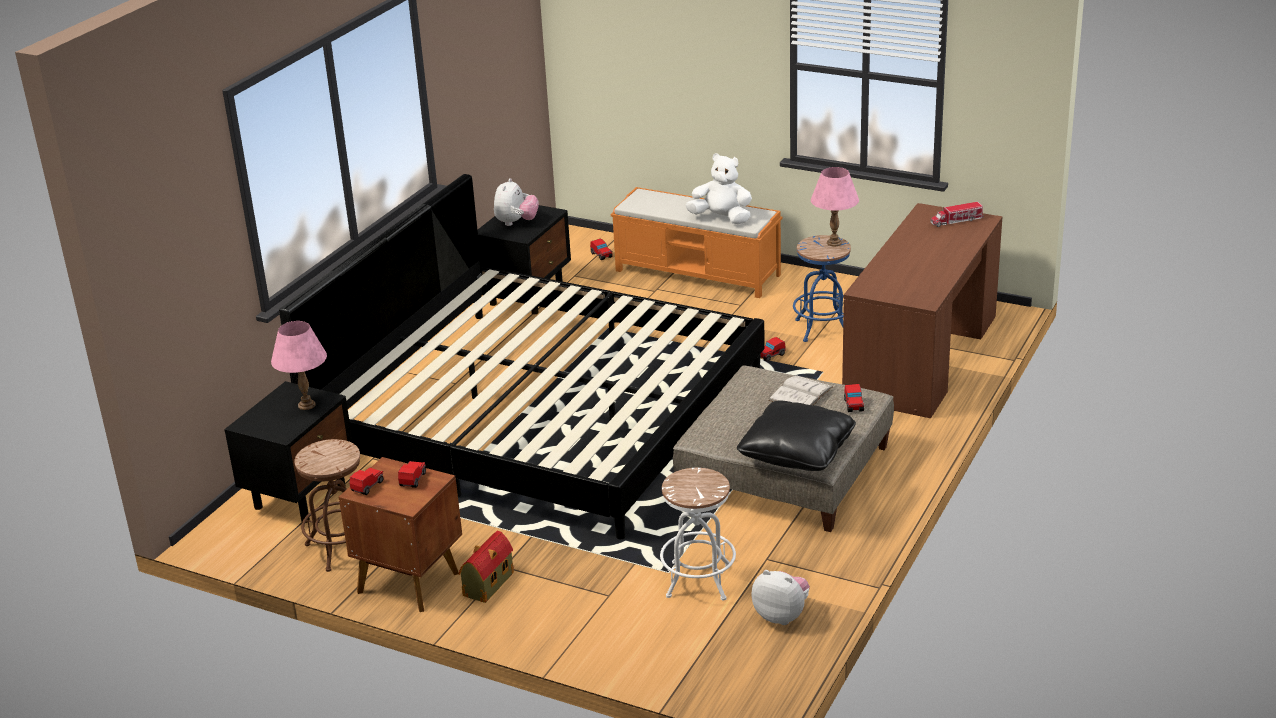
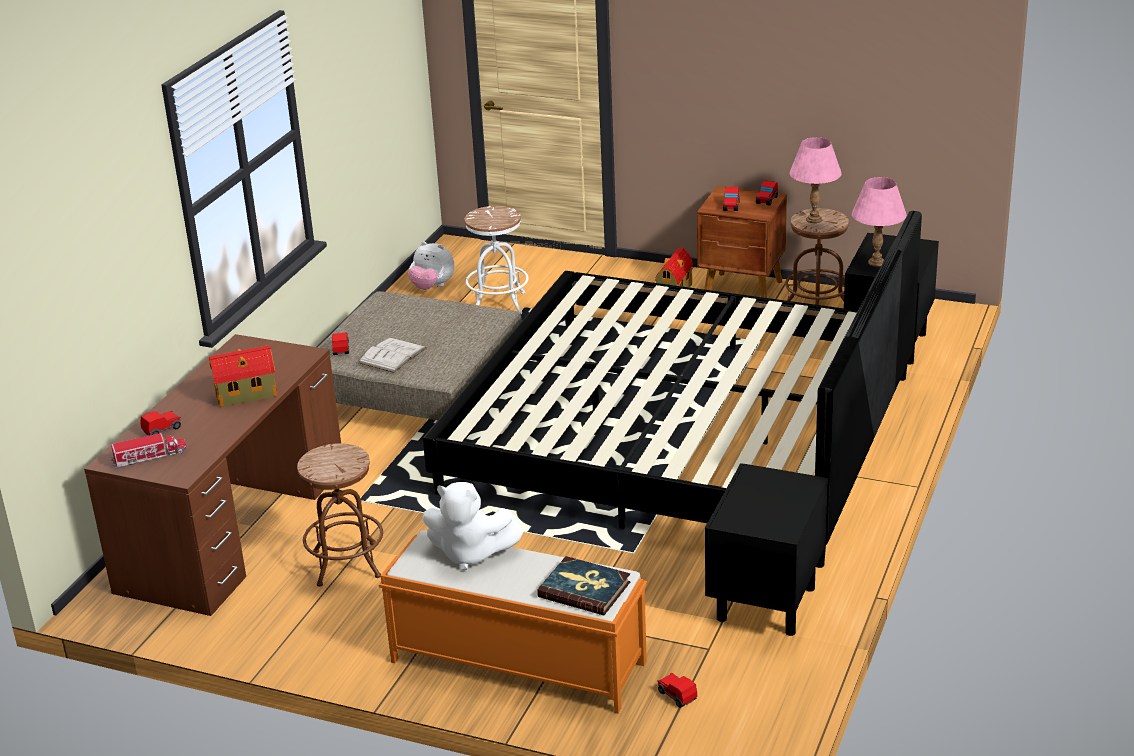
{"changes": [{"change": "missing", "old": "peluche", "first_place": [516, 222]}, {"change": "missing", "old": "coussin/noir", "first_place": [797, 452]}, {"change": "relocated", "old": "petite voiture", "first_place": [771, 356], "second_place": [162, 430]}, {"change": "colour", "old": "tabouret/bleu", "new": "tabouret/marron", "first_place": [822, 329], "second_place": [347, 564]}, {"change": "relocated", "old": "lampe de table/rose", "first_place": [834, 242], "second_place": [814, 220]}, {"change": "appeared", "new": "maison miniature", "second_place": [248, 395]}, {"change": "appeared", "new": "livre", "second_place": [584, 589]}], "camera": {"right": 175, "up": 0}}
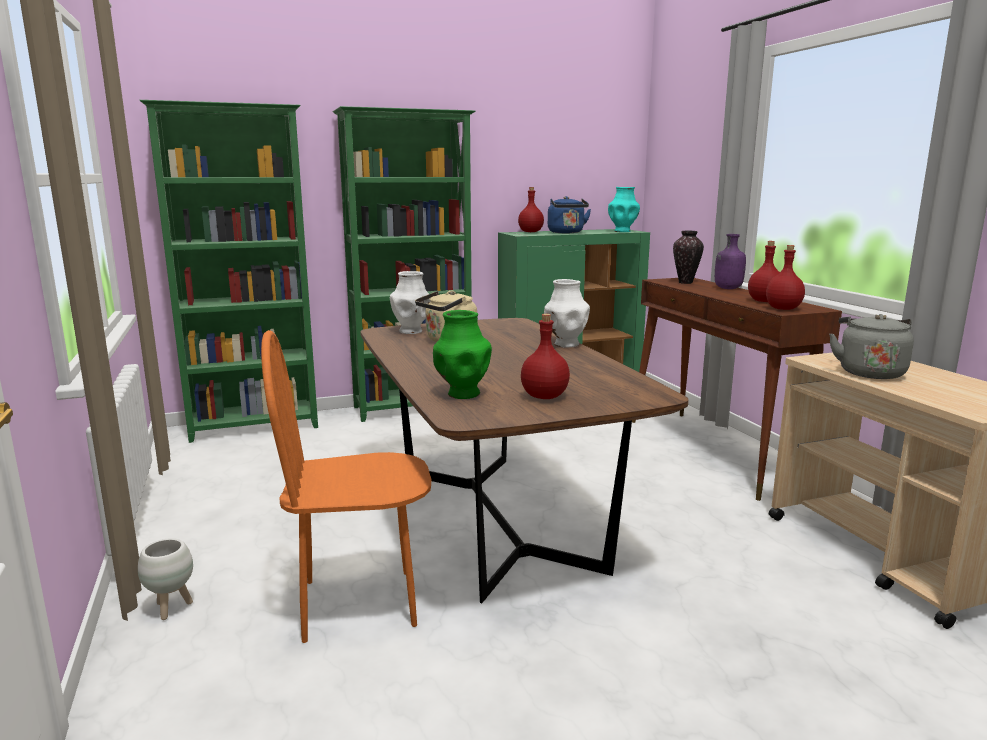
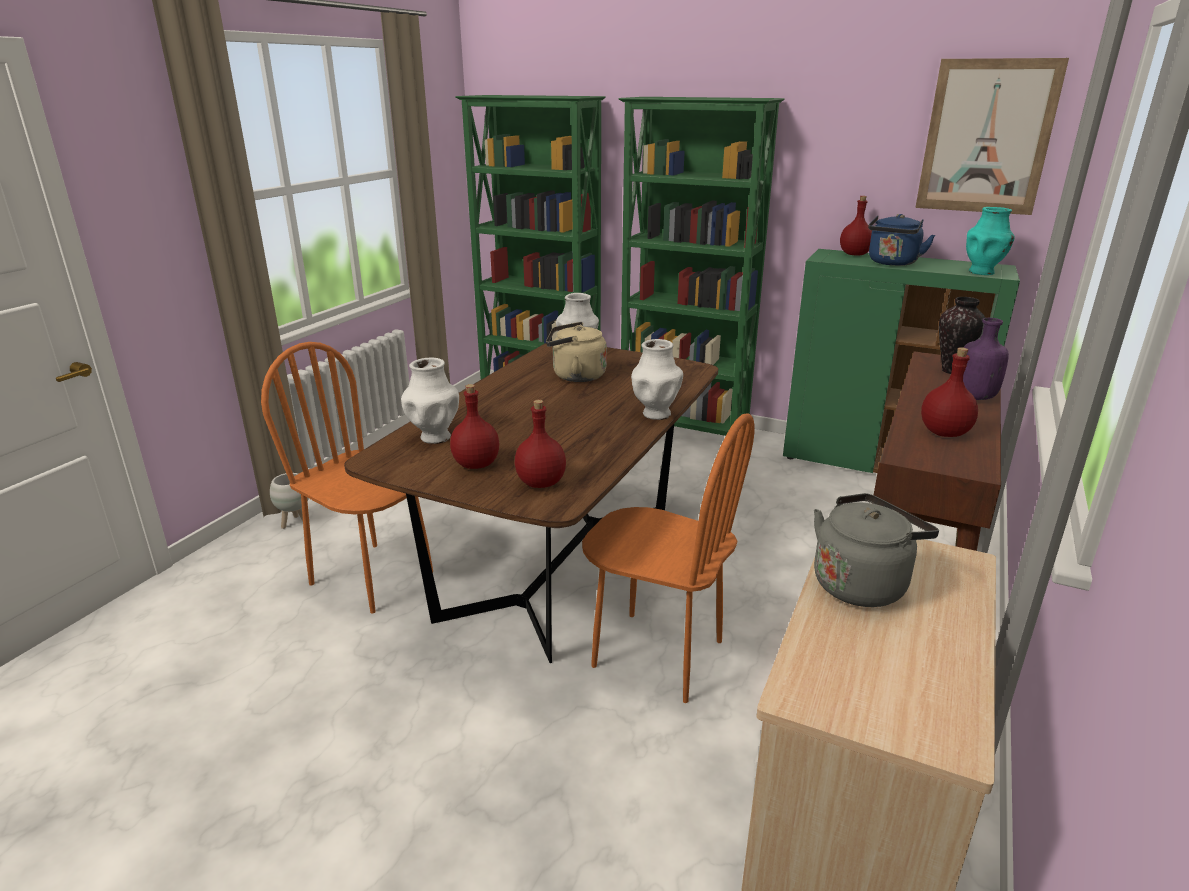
{"changes": [{"change": "colour", "old": "vase/vert", "new": "vase/blanc", "first_place": [462, 394], "second_place": [435, 437]}, {"change": "relocated", "old": "bouteille/rouge", "first_place": [784, 309], "second_place": [540, 483]}, {"change": "appeared", "new": "chaise/orange", "second_place": [657, 654]}, {"change": "appeared", "new": "tableau", "second_place": [987, 137]}], "camera": {"right": 45, "up": 10}}
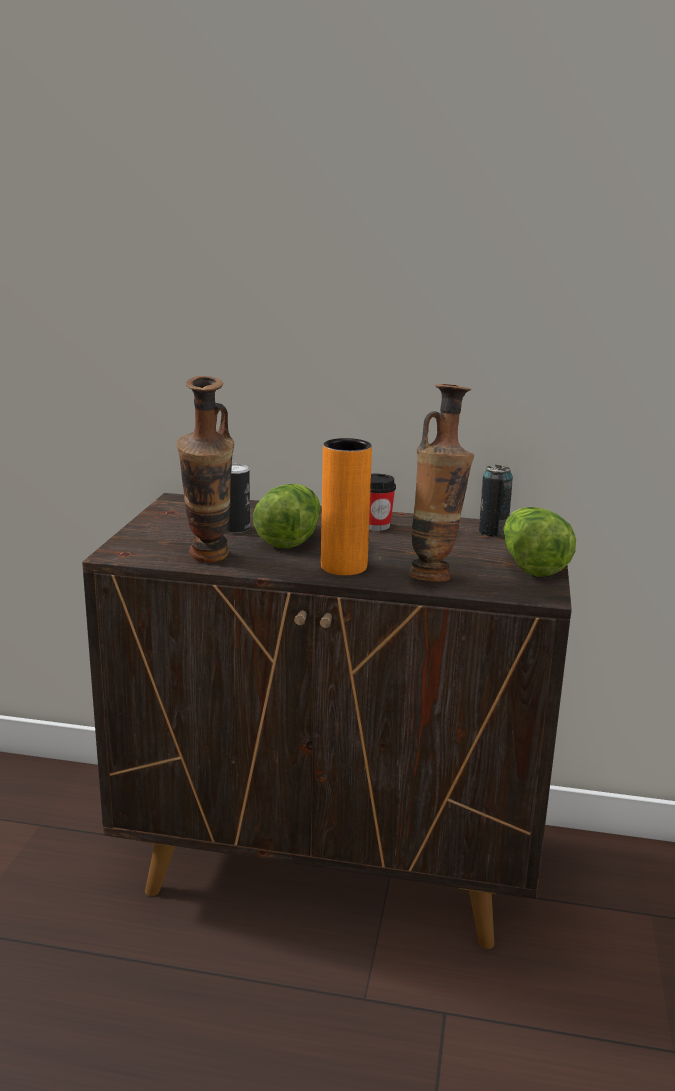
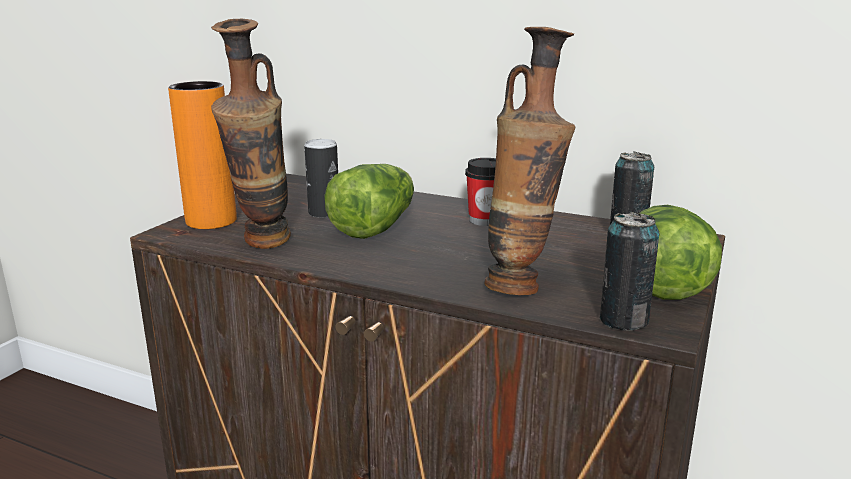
{"changes": [{"change": "relocated", "old": "vase/orange", "first_place": [344, 567], "second_place": [211, 221]}, {"change": "appeared", "new": "boîte métallique", "second_place": [623, 320]}], "camera": {"right": 15, "up": 0}}
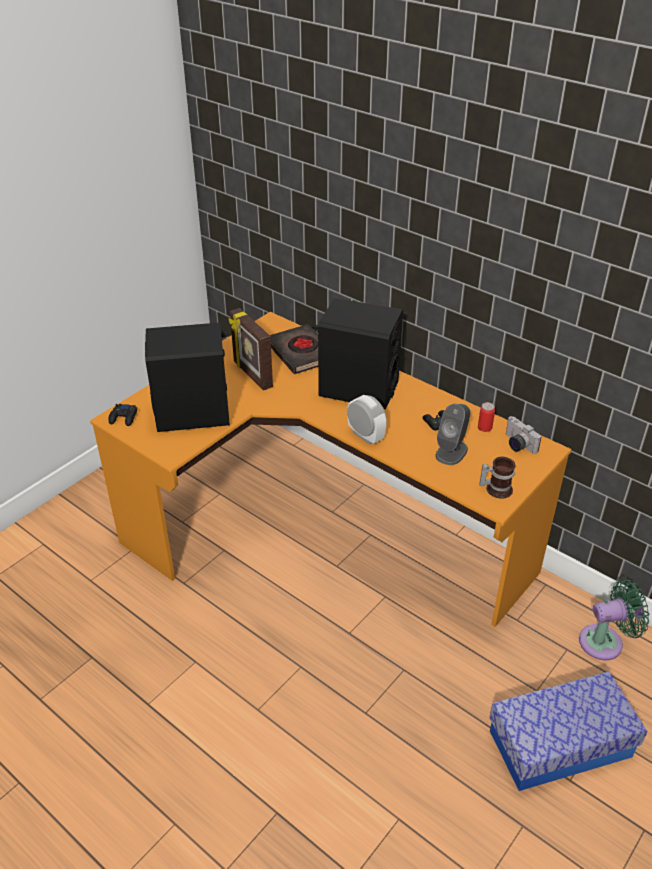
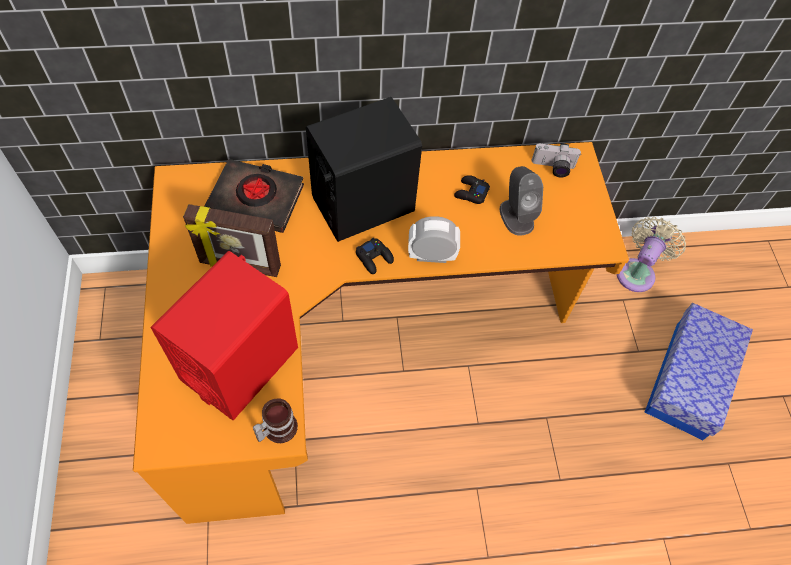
{"changes": [{"change": "relocated", "old": "manette/noir", "first_place": [124, 418], "second_place": [374, 258]}, {"change": "colour", "old": "enceinte/noir", "new": "enceinte/rouge", "first_place": [193, 413], "second_place": [240, 363]}, {"change": "missing", "old": "boîte métallique", "first_place": [484, 427]}, {"change": "relocated", "old": "mug", "first_place": [496, 488], "second_place": [276, 428]}, {"change": "colour", "old": "ventilateur/vert", "new": "ventilateur/beige", "first_place": [605, 642], "second_place": [637, 272]}], "camera": {"right": -50, "up": 20}}
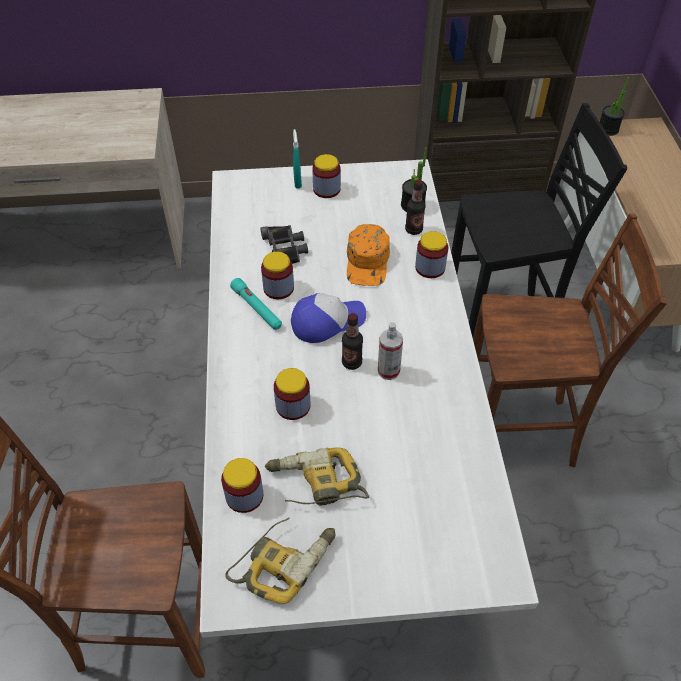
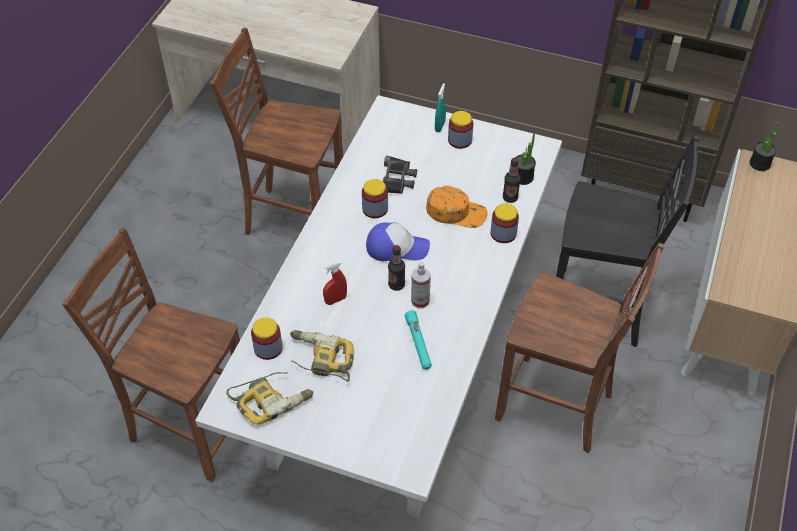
{"changes": [{"change": "relocated", "old": "lampe de poche/turquoise", "first_place": [257, 308], "second_place": [418, 343]}, {"change": "exchanged", "old": "bocal", "new": "vaporisateur/rouge", "first_place": [293, 406], "second_place": [335, 300]}, {"change": "spun", "old": "casquette/orange", "first_place": [368, 262], "second_place": [456, 212], "degrees": -105}, {"change": "appeared", "new": "chaise/marron", "second_place": [293, 219]}], "camera": {"right": 25, "up": 0}}
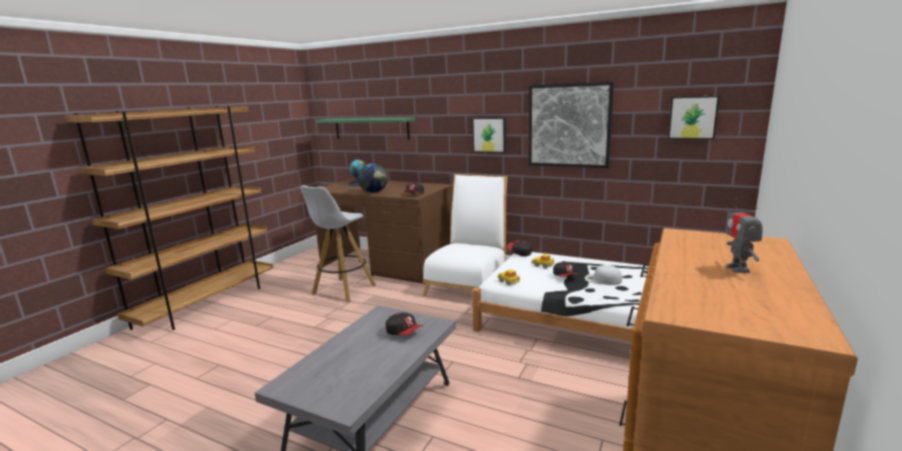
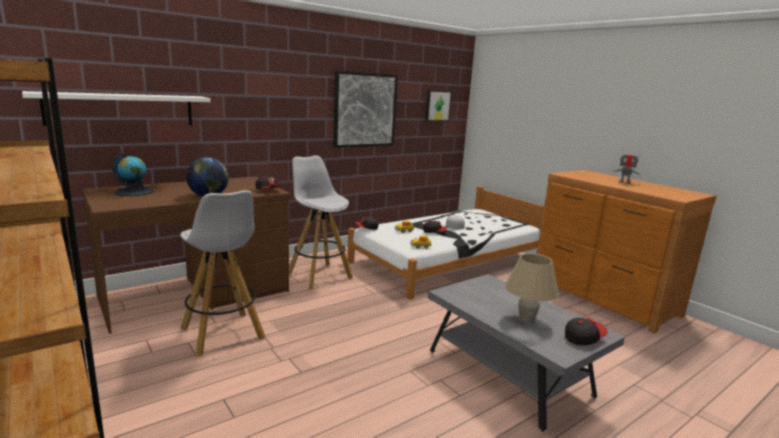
{"changes": [{"change": "colour", "old": "étagère/vert", "new": "étagère/blanc", "first_place": [371, 128], "second_place": [121, 109]}, {"change": "relocated", "old": "casquette", "first_place": [404, 332], "second_place": [583, 338]}, {"change": "exchanged", "old": "chaise/blanc", "new": "tabouret/blanc", "first_place": [468, 284], "second_place": [318, 275]}, {"change": "missing", "old": "tableau", "first_place": [489, 134]}, {"change": "appeared", "new": "lampe de table/beige", "second_place": [526, 319]}], "camera": {"right": -65, "up": 0}}
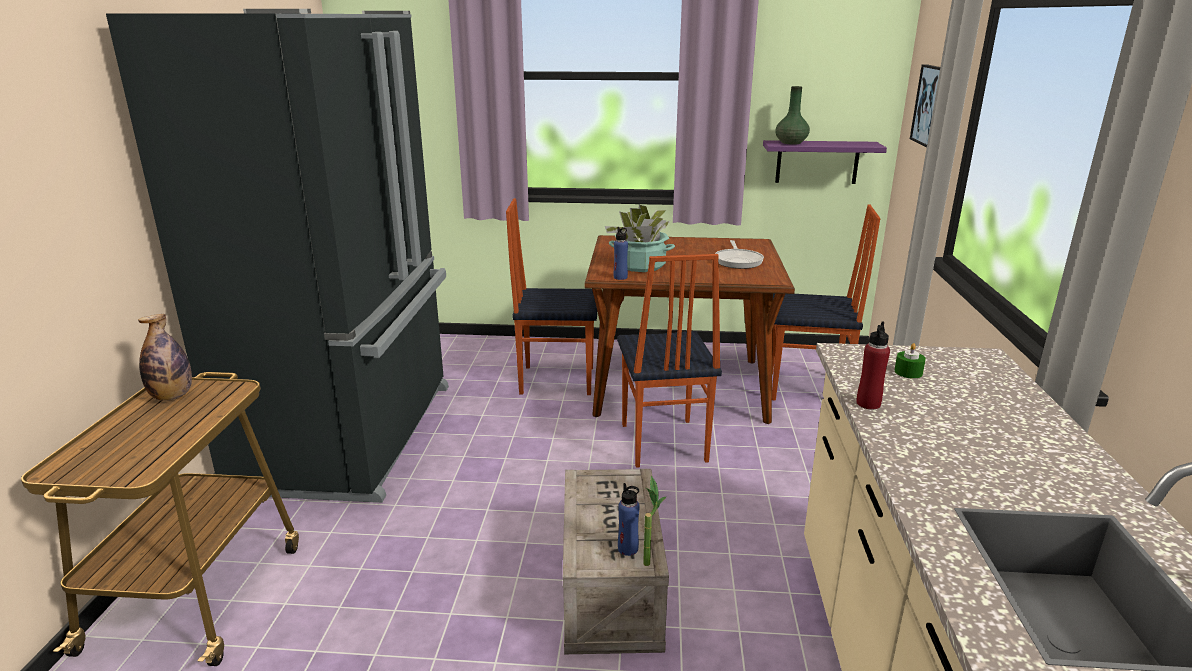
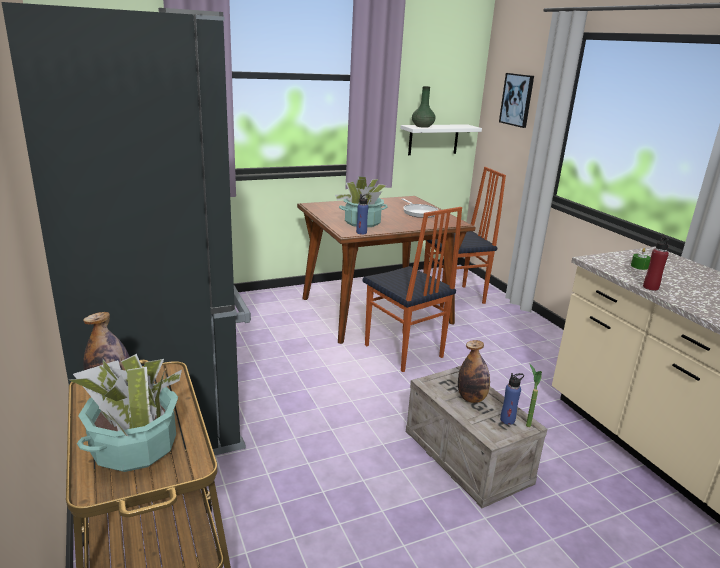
{"changes": [{"change": "missing", "old": "chaise", "first_place": [556, 380]}, {"change": "colour", "old": "étagère/violet", "new": "étagère/blanc", "first_place": [817, 162], "second_place": [433, 139]}, {"change": "appeared", "new": "plante en pot", "second_place": [134, 448]}, {"change": "appeared", "new": "bouteille", "second_place": [471, 398]}], "camera": {"right": -30, "up": 0}}
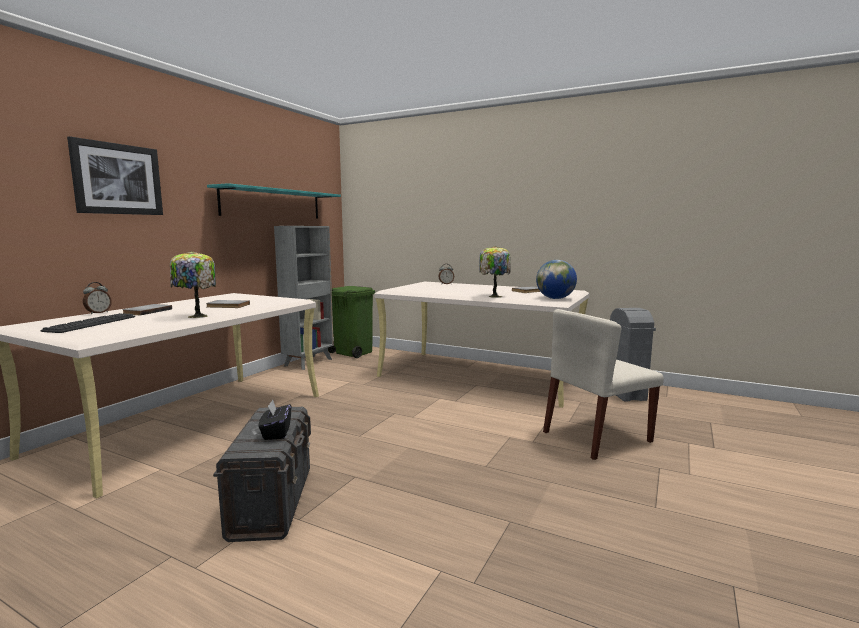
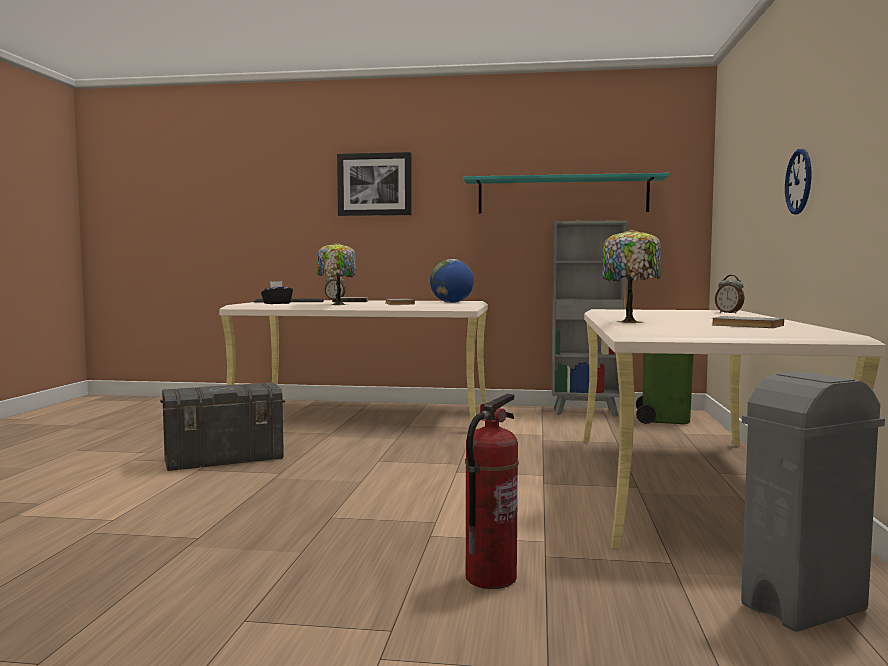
{"changes": [{"change": "relocated", "old": "boîte à mouchoirs/noir", "first_place": [276, 432], "second_place": [277, 303]}, {"change": "relocated", "old": "globe", "first_place": [555, 298], "second_place": [451, 302]}, {"change": "exchanged", "old": "chaise/beige", "new": "extincteur", "first_place": [596, 437], "second_place": [490, 578]}, {"change": "appeared", "new": "horloge murale", "second_place": [799, 181]}], "camera": {"right": 70, "up": -5}}
